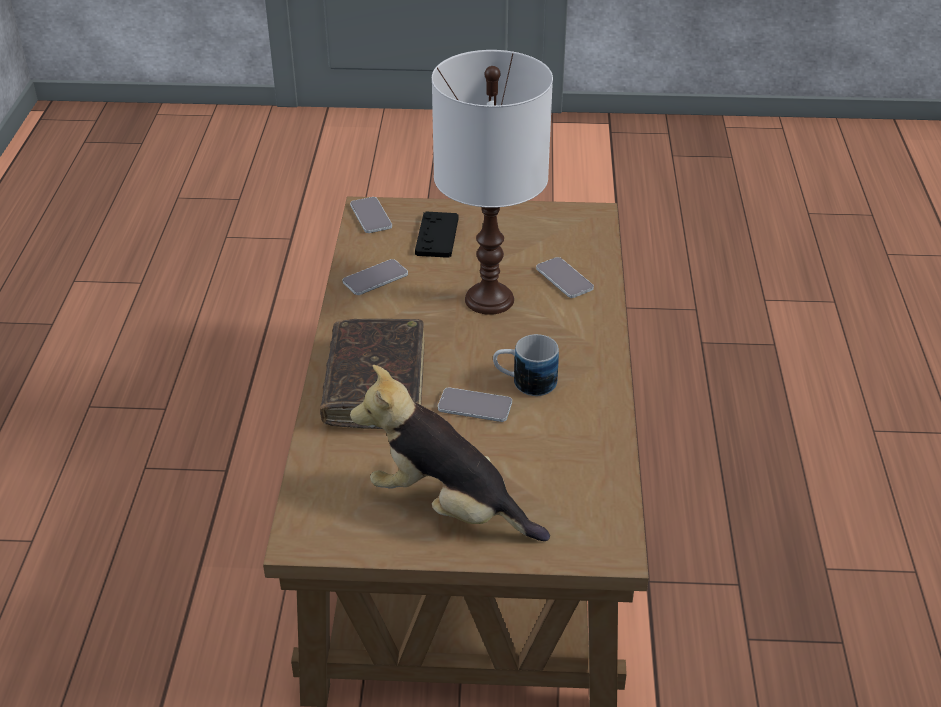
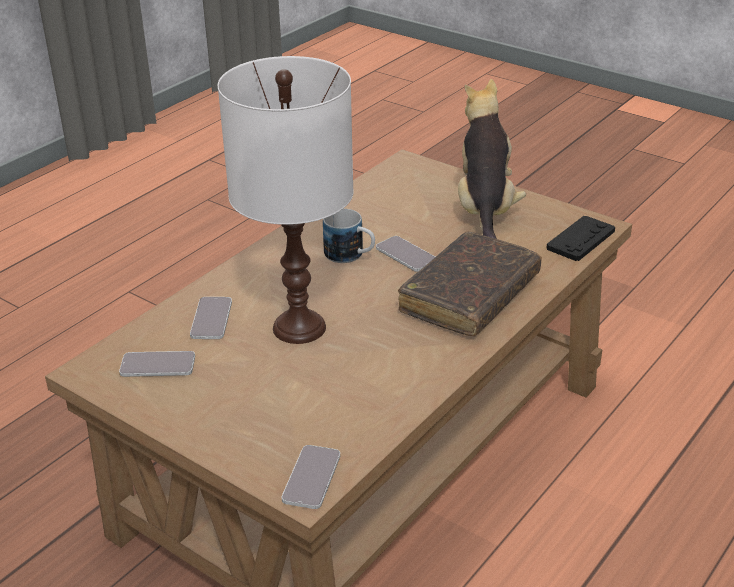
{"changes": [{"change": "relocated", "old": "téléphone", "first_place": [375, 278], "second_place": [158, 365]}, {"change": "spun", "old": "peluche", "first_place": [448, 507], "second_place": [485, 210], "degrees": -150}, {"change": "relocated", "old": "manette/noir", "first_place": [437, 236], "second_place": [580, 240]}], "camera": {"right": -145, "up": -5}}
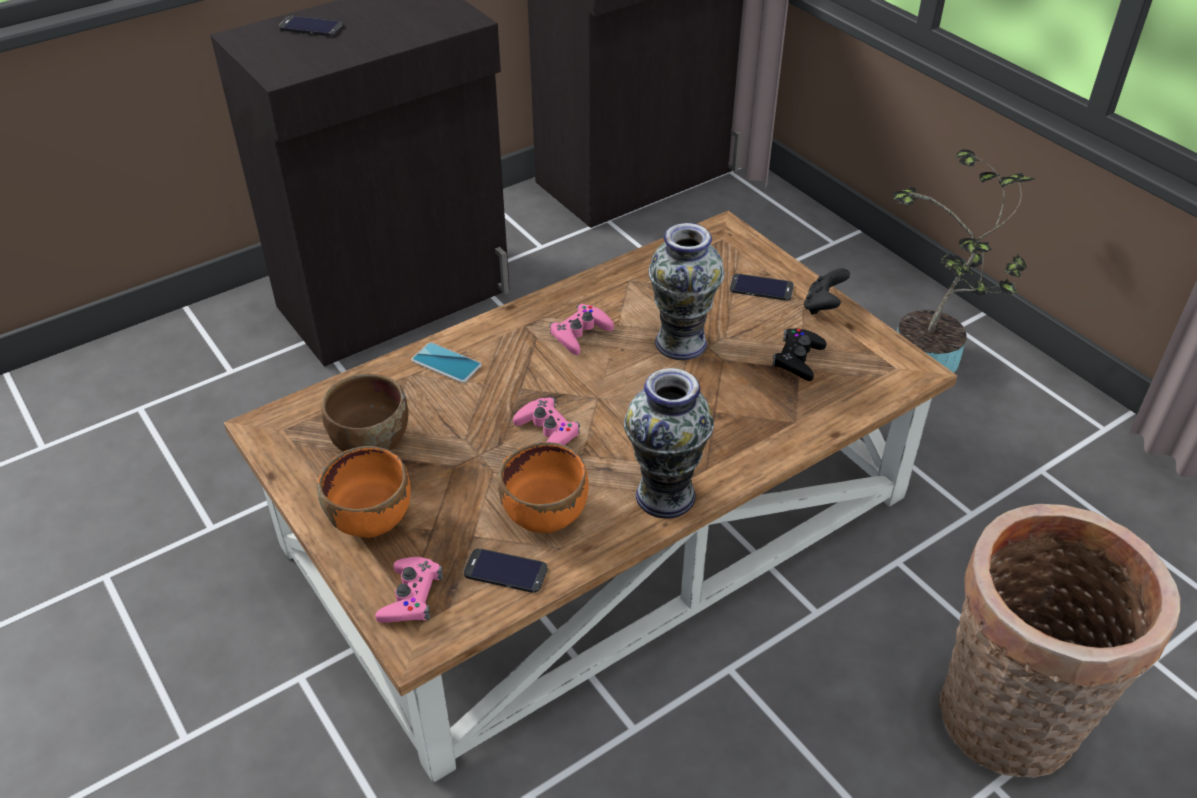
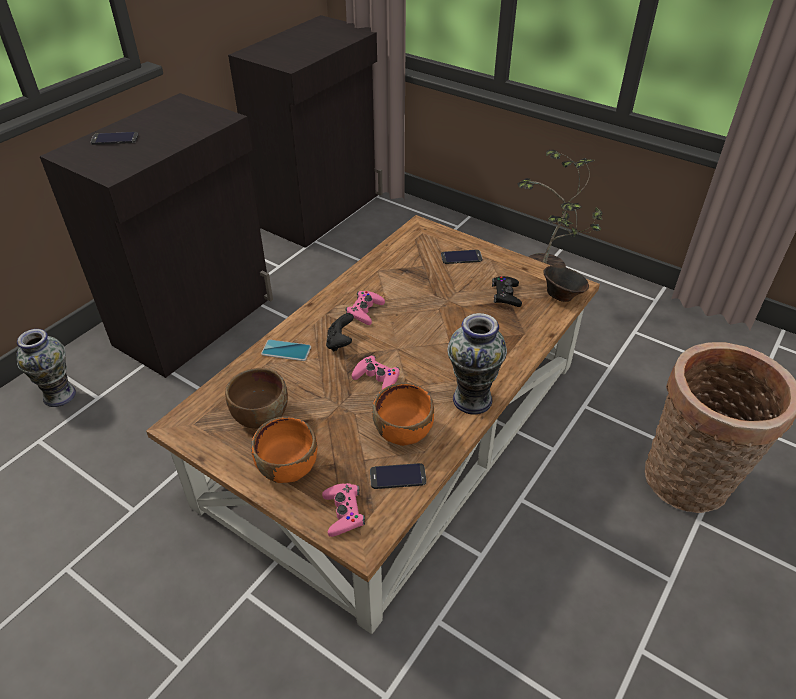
{"changes": [{"change": "relocated", "old": "vase", "first_place": [680, 342], "second_place": [59, 395]}, {"change": "relocated", "old": "manette/noir", "first_place": [823, 306], "second_place": [340, 343]}, {"change": "appeared", "new": "bol/marron", "second_place": [561, 295]}], "camera": {"right": -20, "up": 0}}
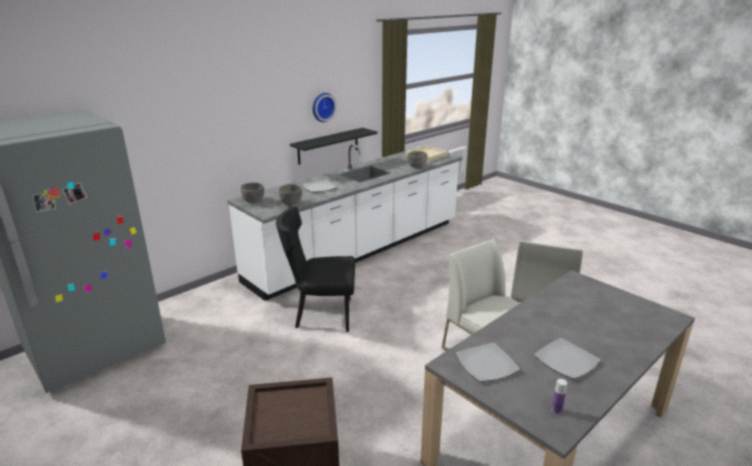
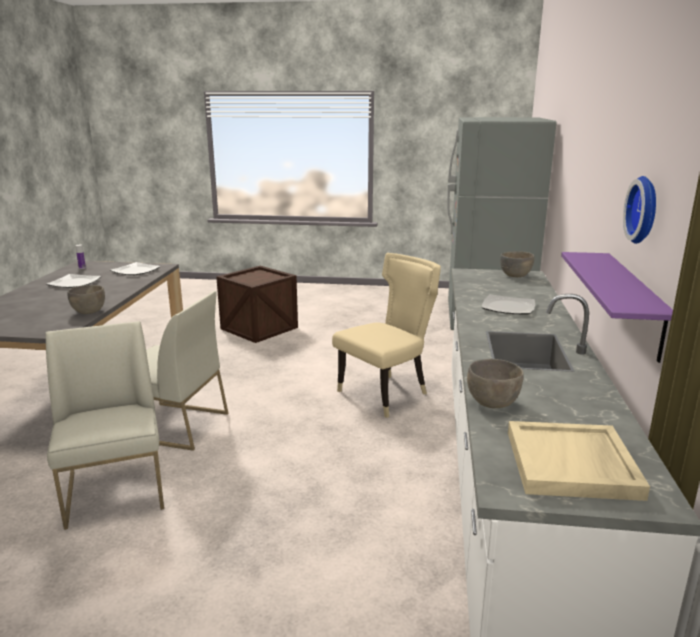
{"changes": [{"change": "colour", "old": "chaise/noir", "new": "chaise/beige", "first_place": [321, 315], "second_place": [387, 393]}, {"change": "relocated", "old": "bol/gris", "first_place": [291, 203], "second_place": [89, 312]}, {"change": "colour", "old": "étagère/noir", "new": "étagère/violet", "first_place": [328, 146], "second_place": [634, 303]}], "camera": {"right": 140, "up": -5}}
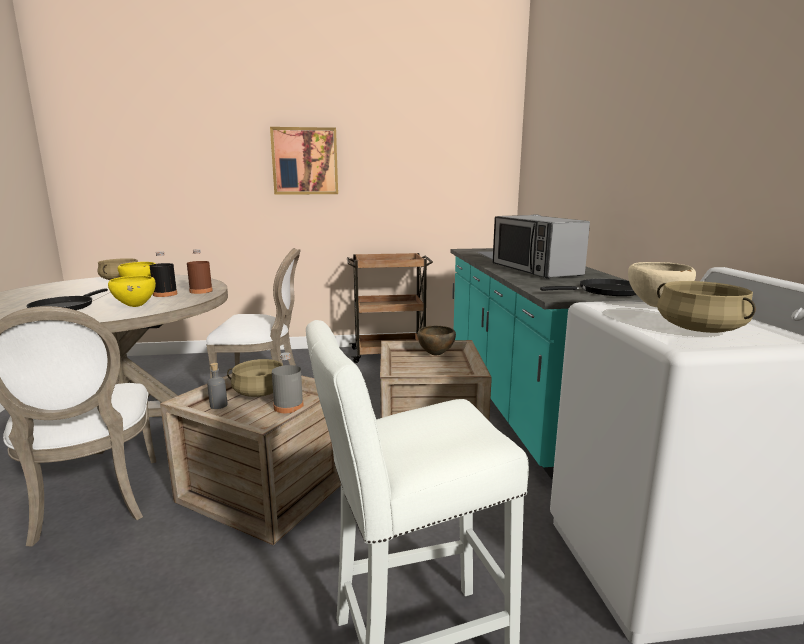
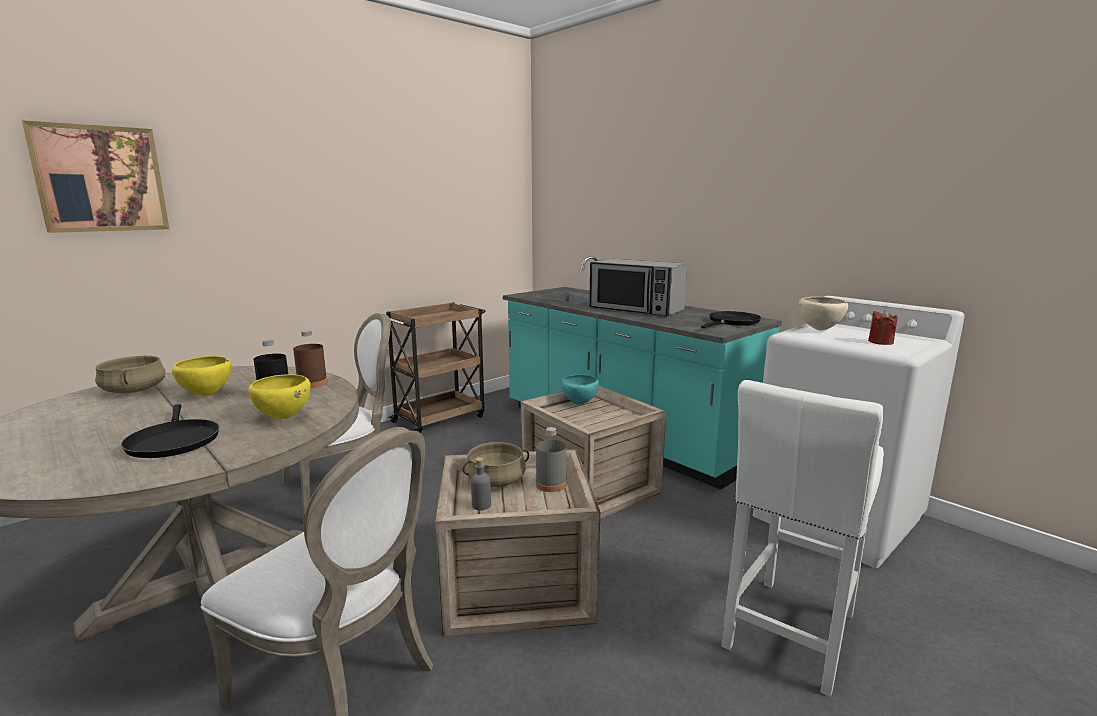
{"changes": [{"change": "relocated", "old": "tableau", "first_place": [305, 161], "second_place": [100, 179]}, {"change": "colour", "old": "bol/marron", "new": "bol/turquoise", "first_place": [435, 354], "second_place": [579, 404]}, {"change": "exchanged", "old": "marmite/beige", "new": "bougie/rouge", "first_place": [699, 329], "second_place": [880, 342]}], "camera": {"right": -35, "up": 0}}
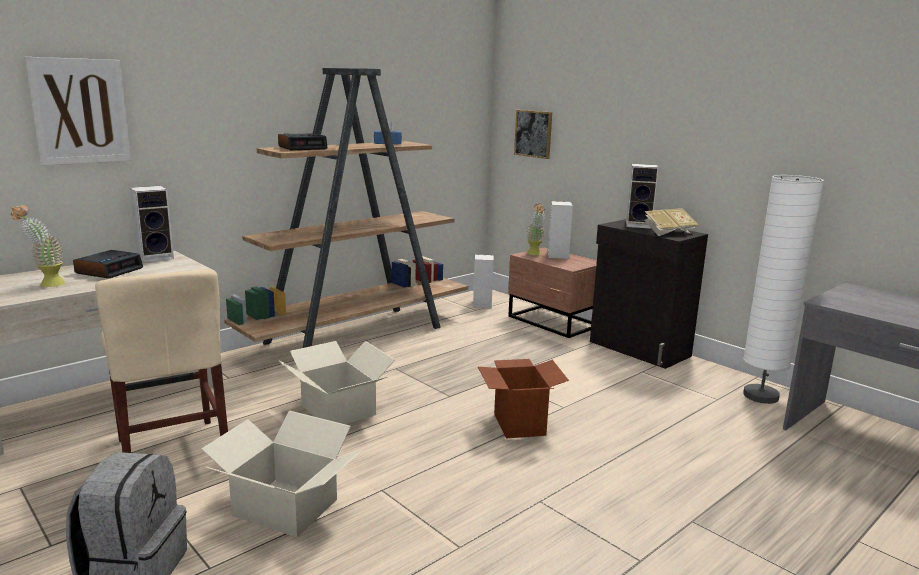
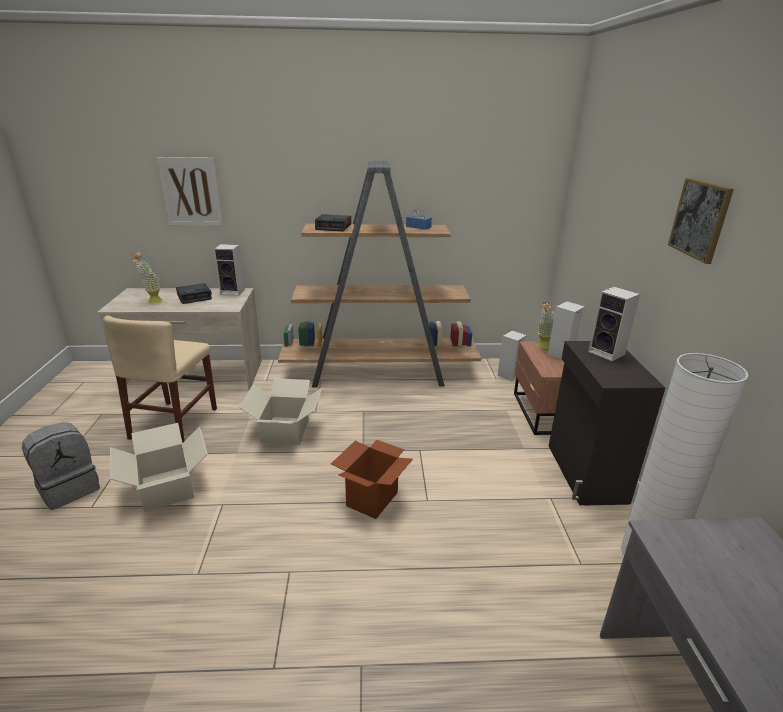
{"changes": [{"change": "relocated", "old": "tableau", "first_place": [533, 134], "second_place": [700, 219]}, {"change": "missing", "old": "livre", "first_place": [668, 233]}], "camera": {"right": 40, "up": 10}}
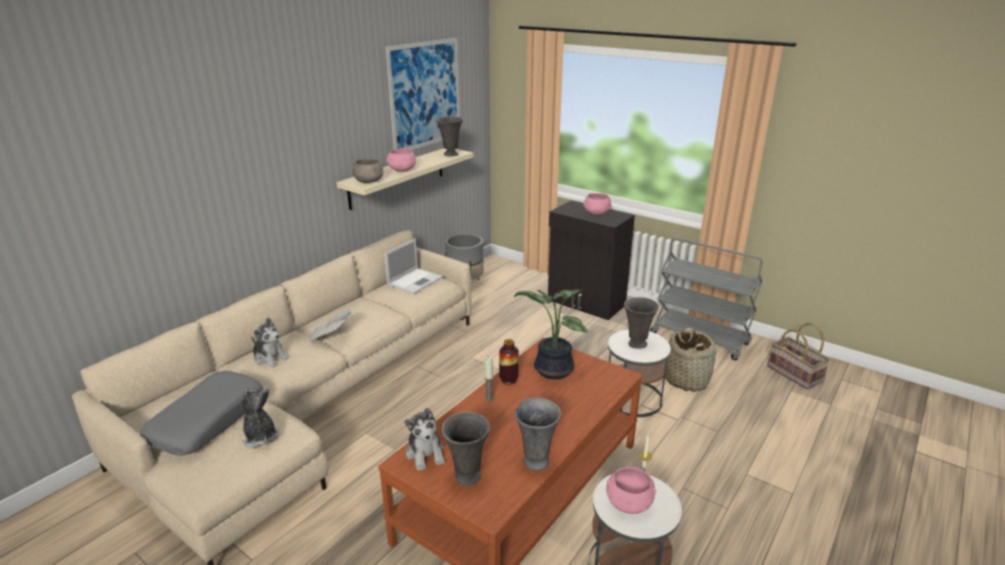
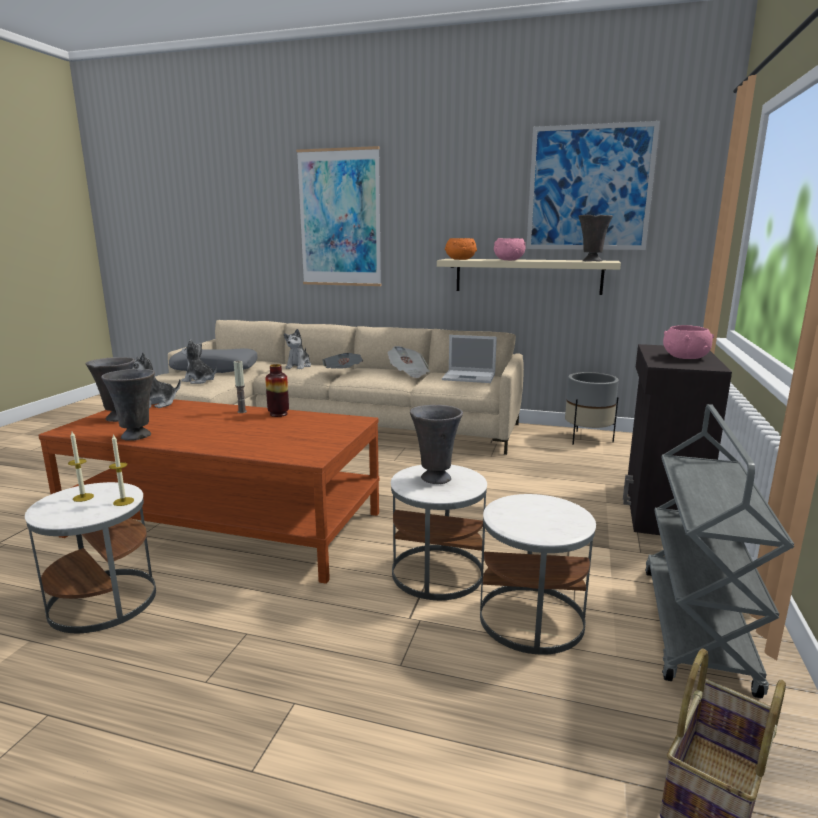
{"changes": [{"change": "spun", "old": "peluche", "first_place": [260, 436], "second_place": [199, 381], "degrees": -105}, {"change": "colour", "old": "bol/gris", "new": "bol/orange", "first_place": [369, 181], "second_place": [460, 259]}, {"change": "missing", "old": "plante en pot", "first_place": [551, 370]}, {"change": "exchanged", "old": "bol/rose", "new": "bougie", "first_place": [628, 503], "second_place": [83, 497]}, {"change": "exchanged", "old": "panier", "new": "table d'appoint/blanc", "first_place": [686, 379], "second_place": [532, 619]}, {"change": "appeared", "new": "tableau", "second_place": [340, 218]}, {"change": "appeared", "new": "journal", "second_place": [408, 373]}], "camera": {"right": 70, "up": -10}}
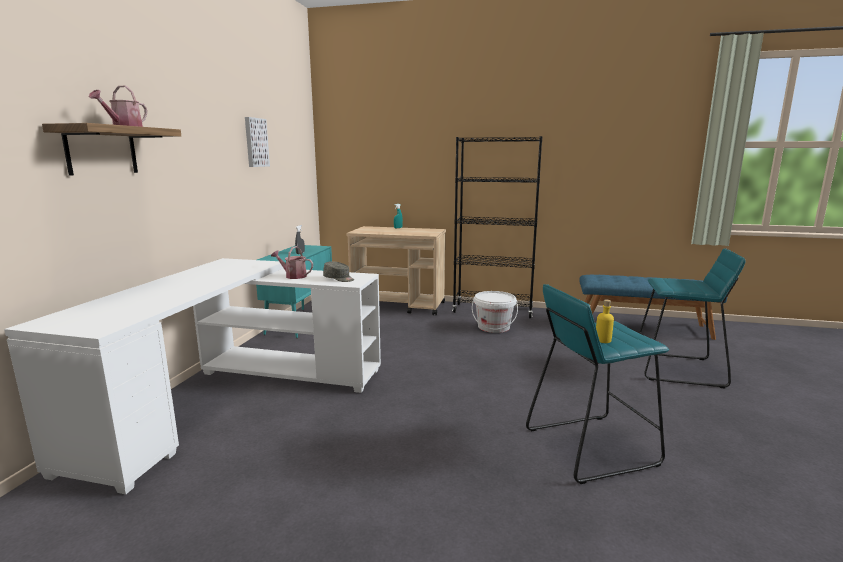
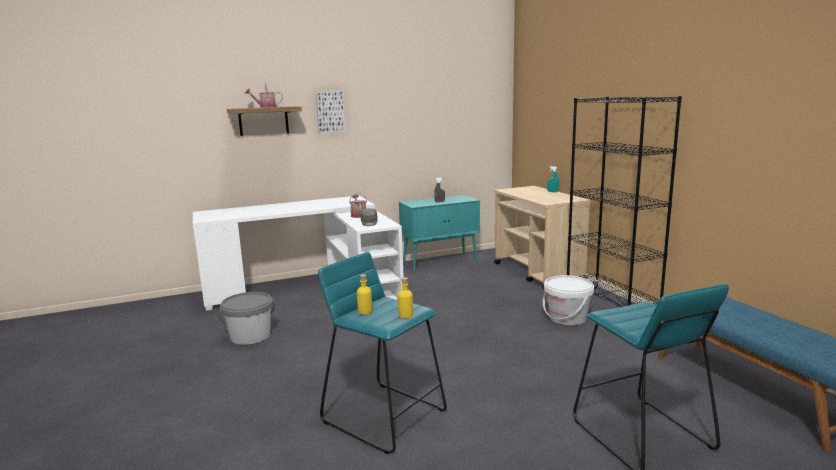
{"changes": [{"change": "relocated", "old": "tableau", "first_place": [255, 142], "second_place": [330, 112]}, {"change": "appeared", "new": "seau/gris", "second_place": [250, 336]}, {"change": "appeared", "new": "bouteille/jaune", "second_place": [405, 315]}], "camera": {"right": 55, "up": 0}}
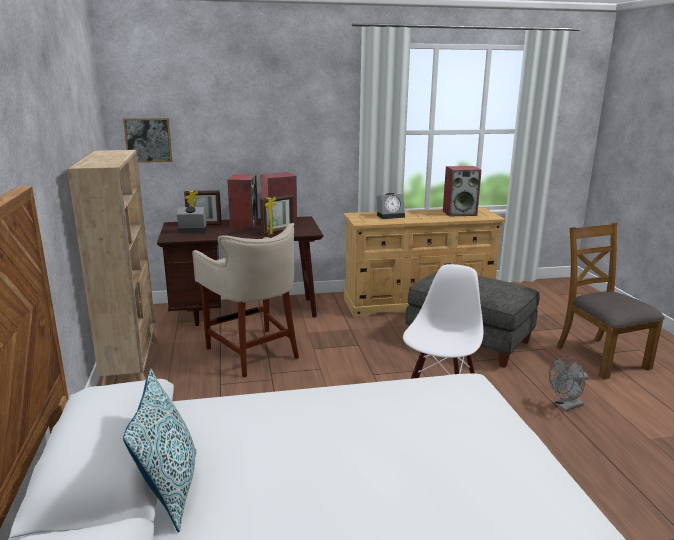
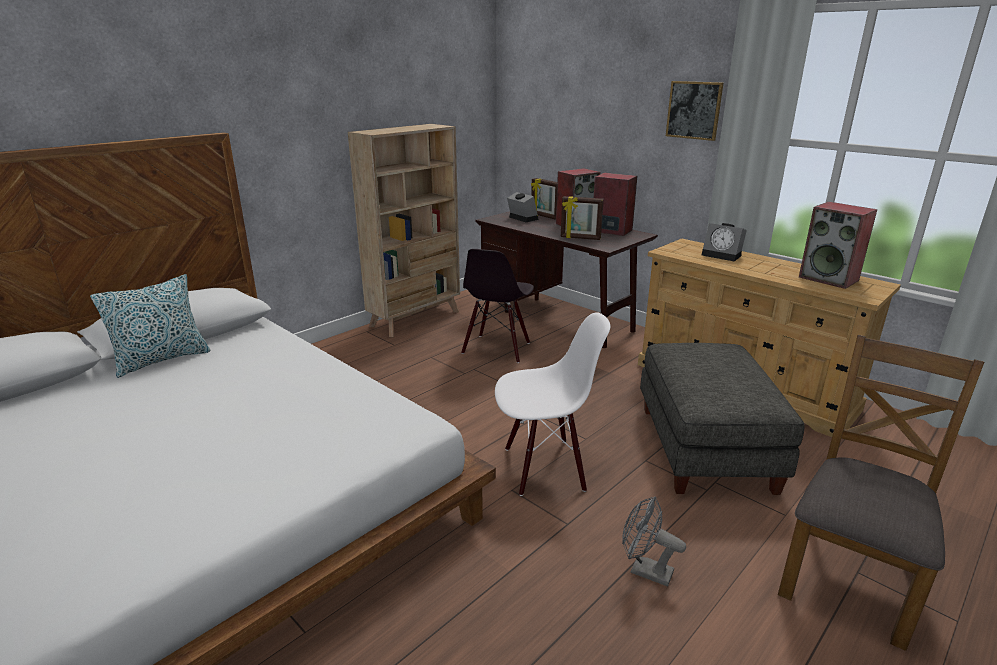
{"changes": [{"change": "relocated", "old": "tableau", "first_place": [148, 140], "second_place": [694, 110]}, {"change": "exchanged", "old": "tabouret/beige", "new": "chaise/noir", "first_place": [253, 352], "second_place": [497, 349]}], "camera": {"right": 55, "up": 5}}
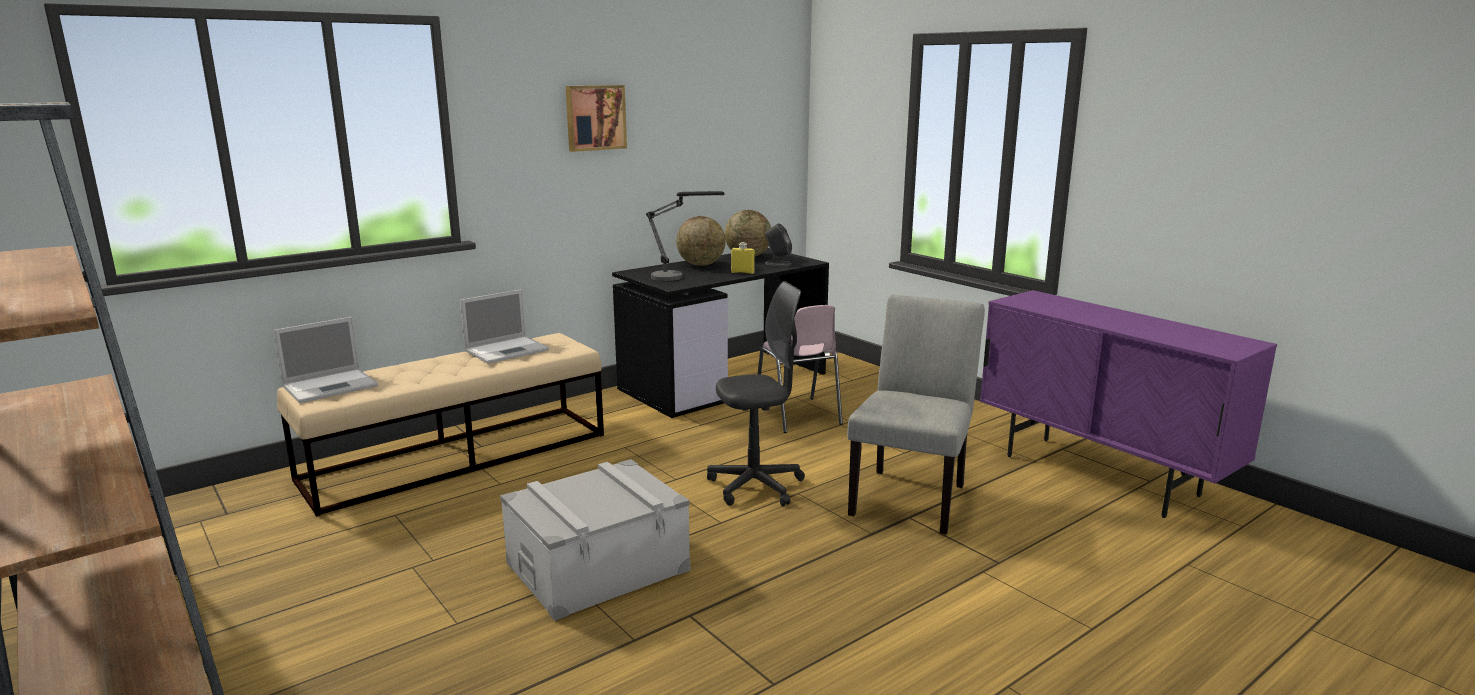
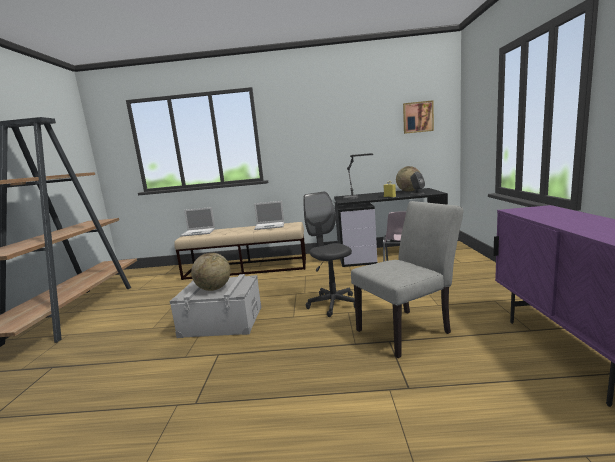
{"changes": [{"change": "relocated", "old": "tableau", "first_place": [595, 117], "second_place": [417, 117]}, {"change": "relocated", "old": "globe", "first_place": [701, 265], "second_place": [213, 289]}, {"change": "spun", "old": "chaise de bureau/gris", "first_place": [756, 486], "second_place": [333, 304], "degrees": -135}], "camera": {"right": 40, "up": -5}}
